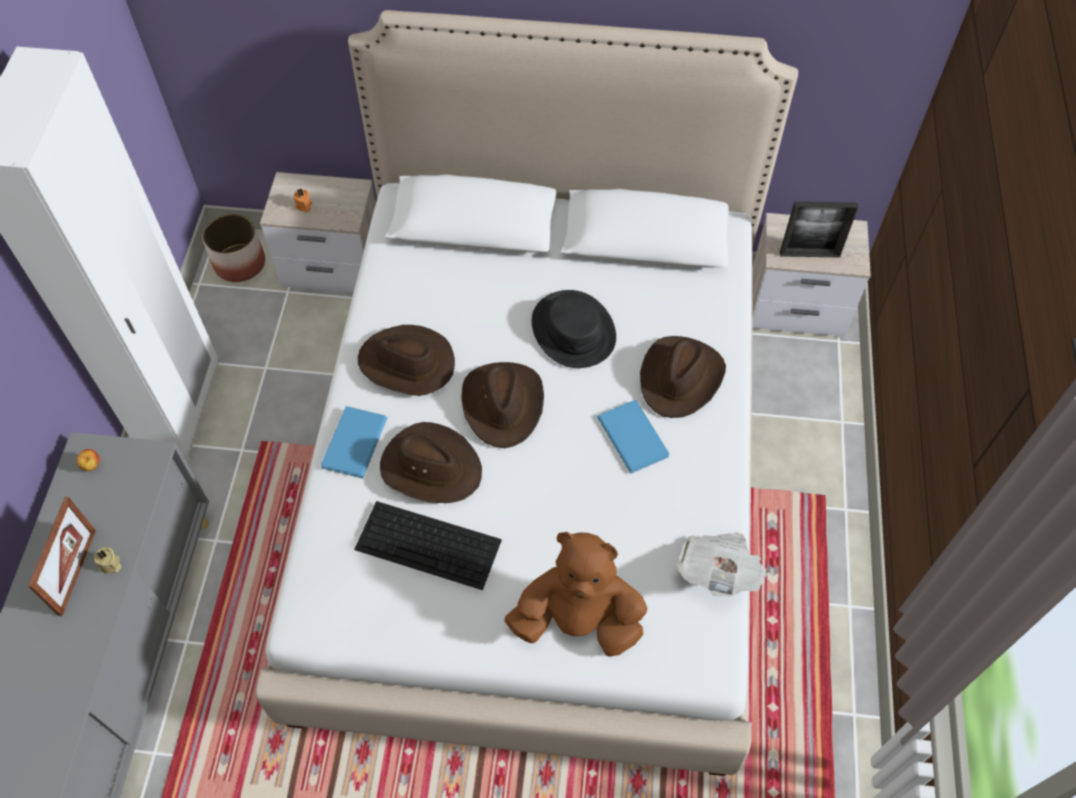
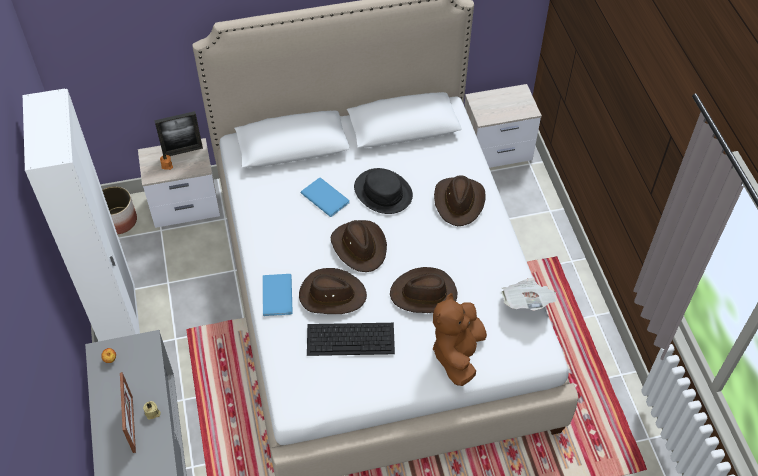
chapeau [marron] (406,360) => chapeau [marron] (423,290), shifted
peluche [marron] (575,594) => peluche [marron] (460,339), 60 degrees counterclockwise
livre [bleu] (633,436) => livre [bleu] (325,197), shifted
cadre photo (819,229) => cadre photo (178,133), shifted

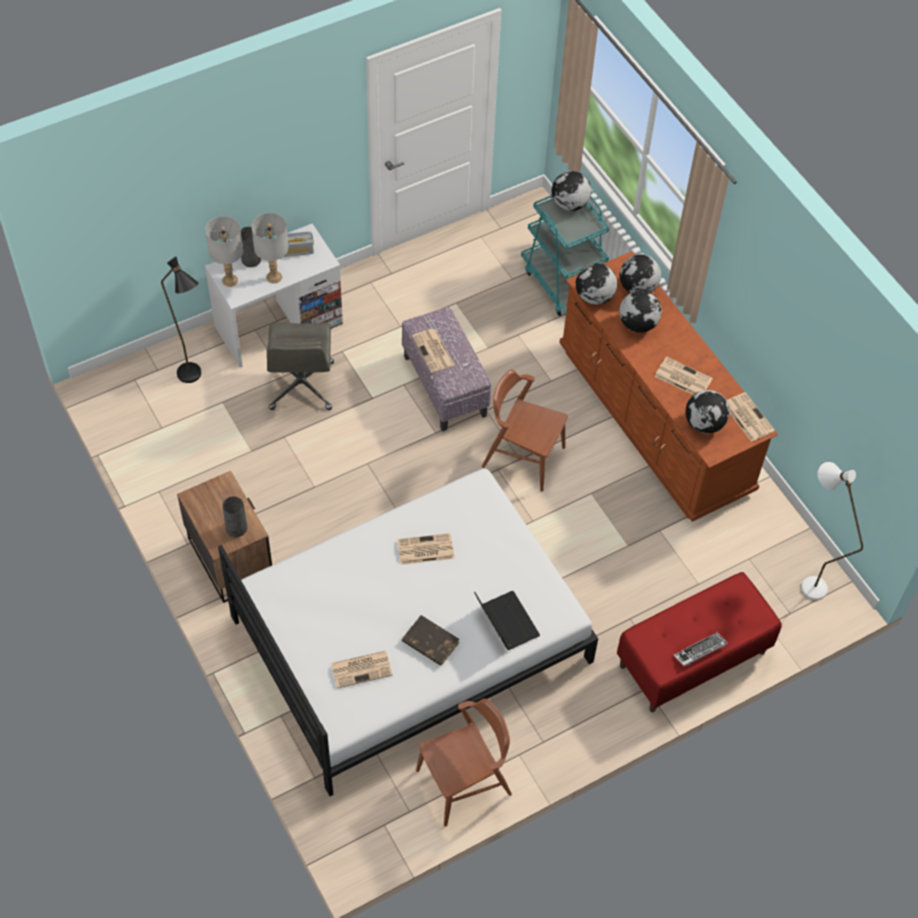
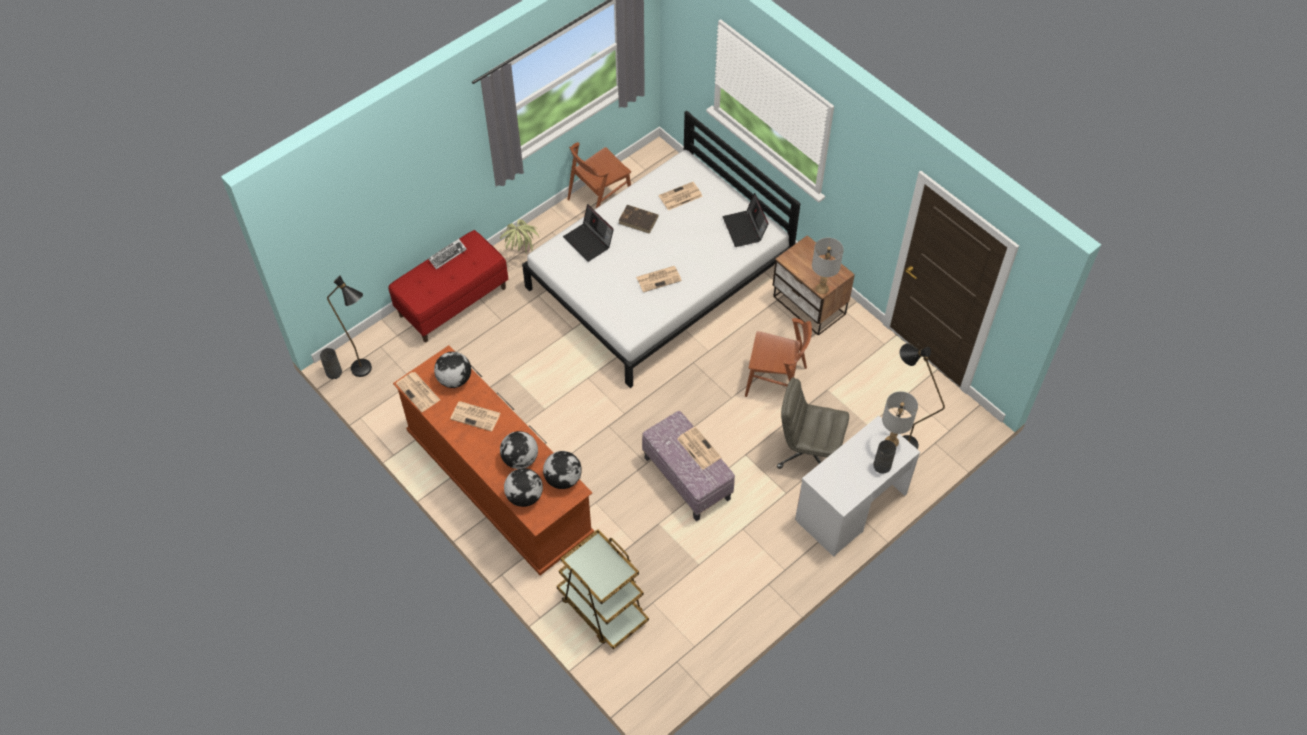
vase [gris] (234,516) => vase [gris] (331,363), shifted
lampe de table [gris] (269,248) => lampe de table [gris] (828,266), shifted
chaise de bureau [gris] (300,366) => chaise de bureau [gris] (813,423), 60 degrees counterclockwise
radio (299,244) => nothing
chaise [marron] (525,430) => chaise [marron] (778,357), shifted
chariot [turquoise] (565,255) => chariot [marron] (603,589)
globe (571,191) => nothing
lampadaire [blanc] (832,531) => lampadaire [noir] (349,326)
nothing => plante en pot (519,235)
nothing => ordinateur portable (745,220)

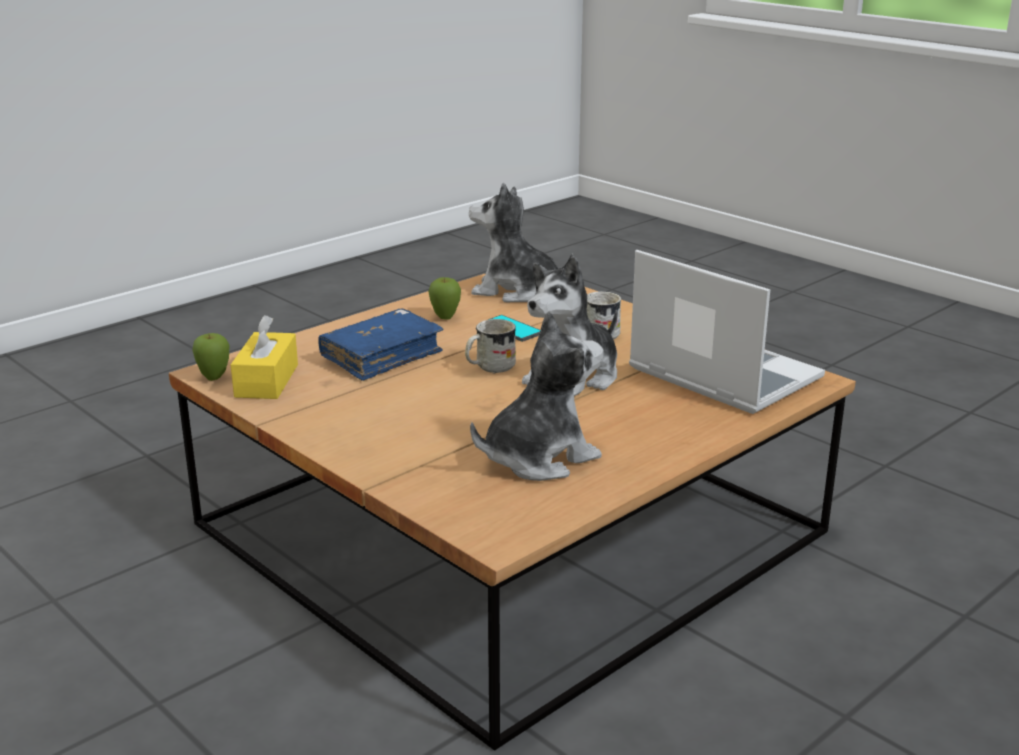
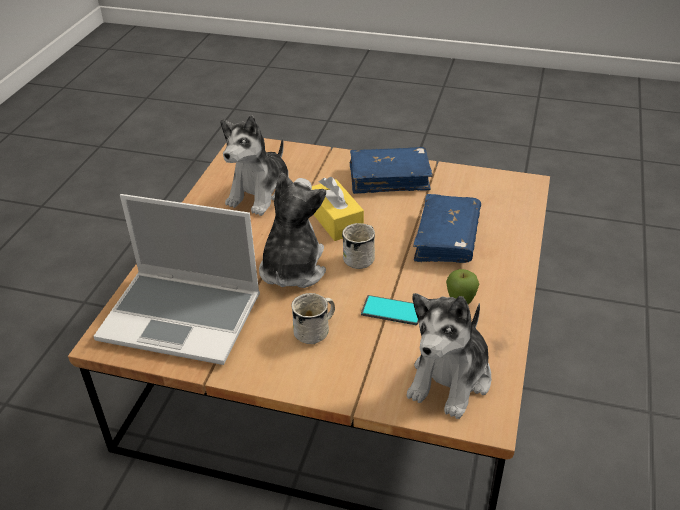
pomme (210,357) => nothing
boîte à mouchoirs [jaune] (264,357) => boîte à mouchoirs [jaune] (338,209), shifted
peluche (521,243) => peluche (449,356), 135 degrees clockwise
nothing => livre [bleu] (391,170)

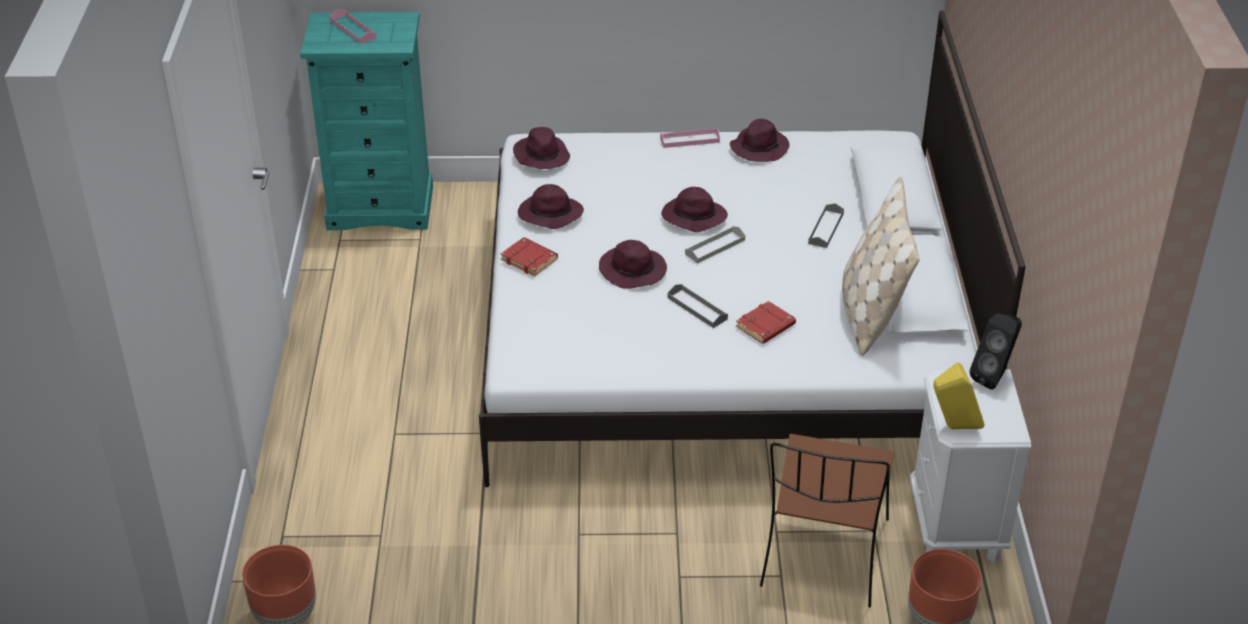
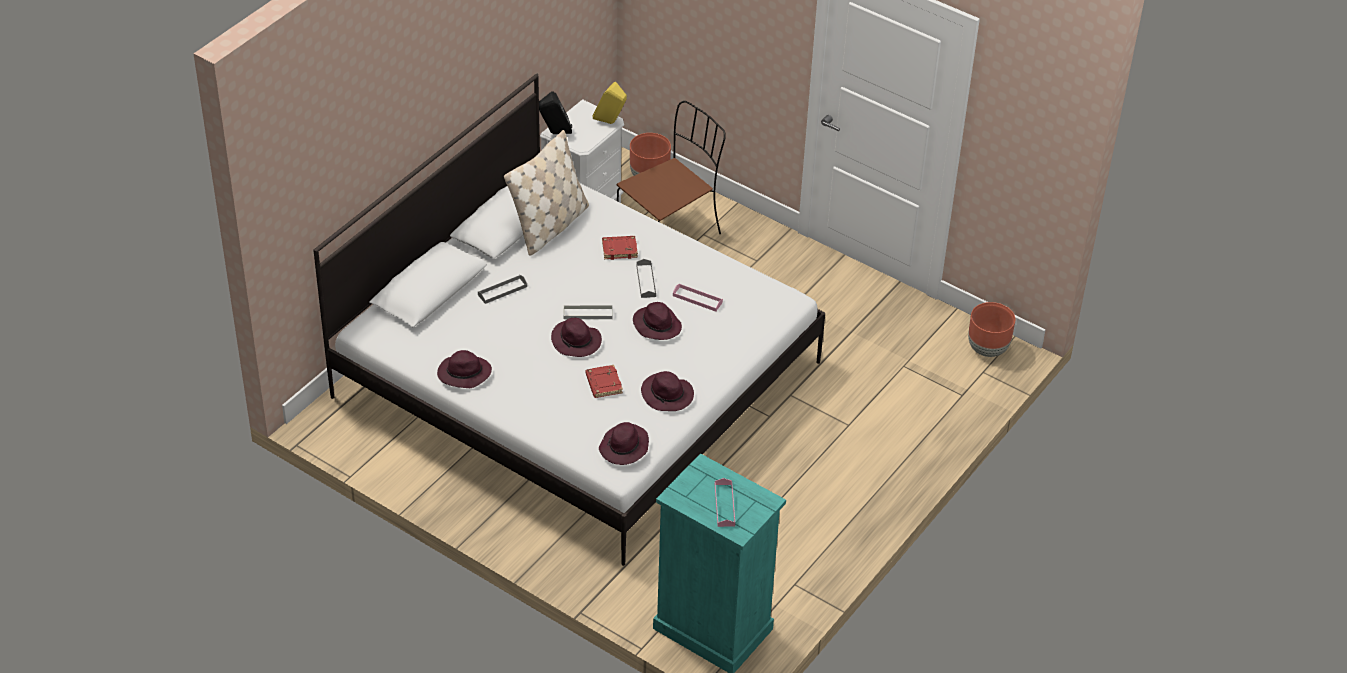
livre [rouge] (529,256) => livre [rouge] (604,381), shifted
plateau [rose] (690,138) => plateau [rose] (698,297), shifted

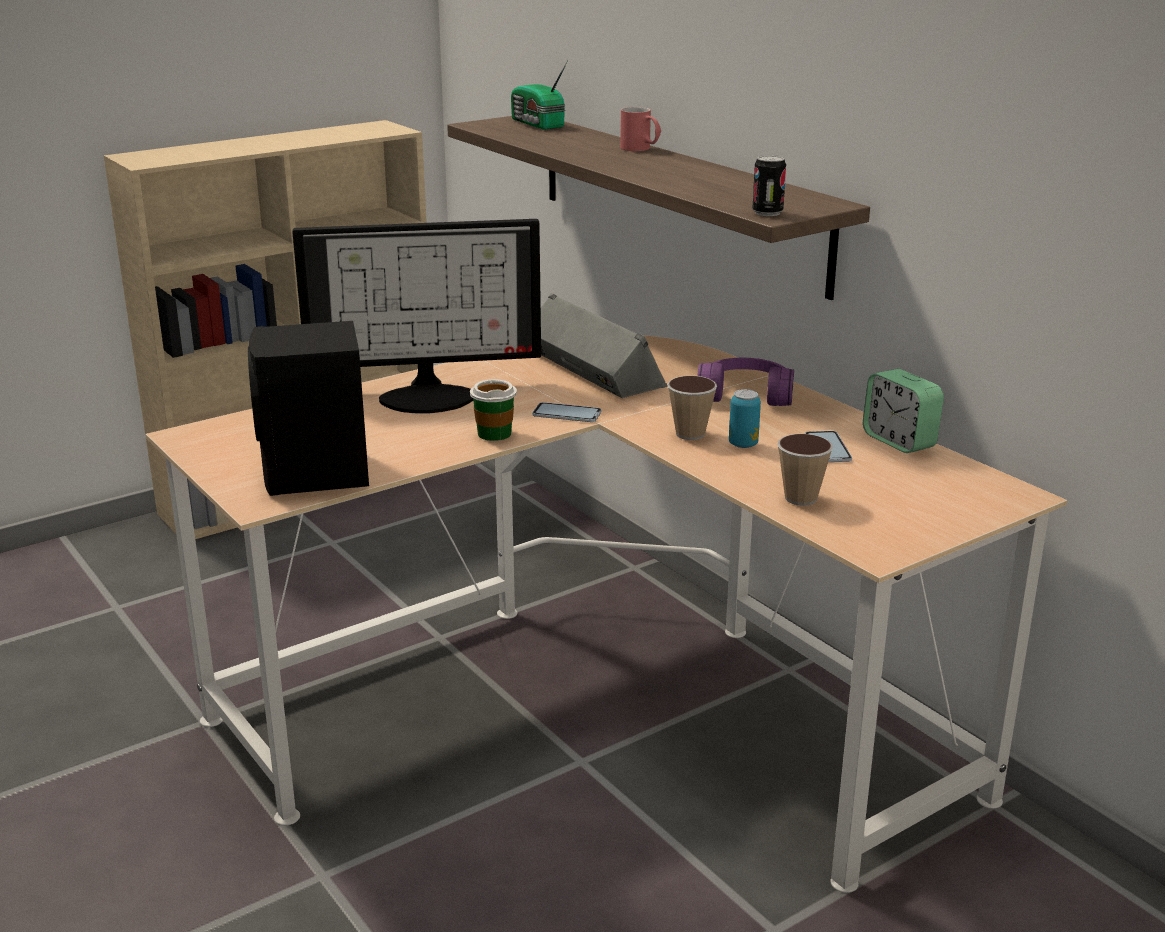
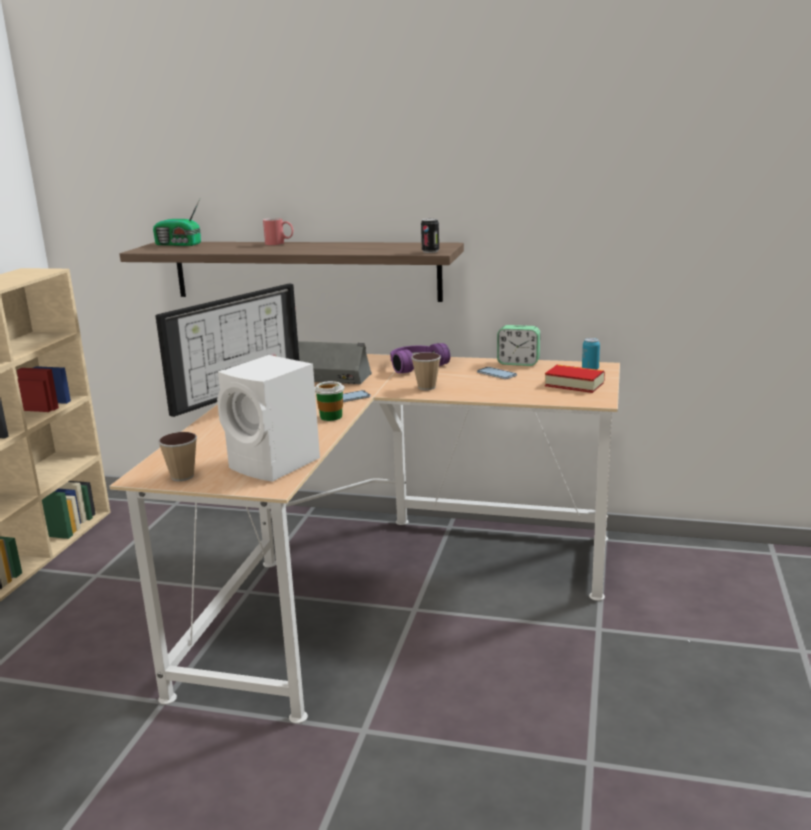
enceinte [noir] (308,408) => enceinte [blanc] (268,418)
boîte métallique (745,418) => boîte métallique (591,354), shifted
tasse (805,470) => tasse (177,456), shifted
nothing => livre (575,379)

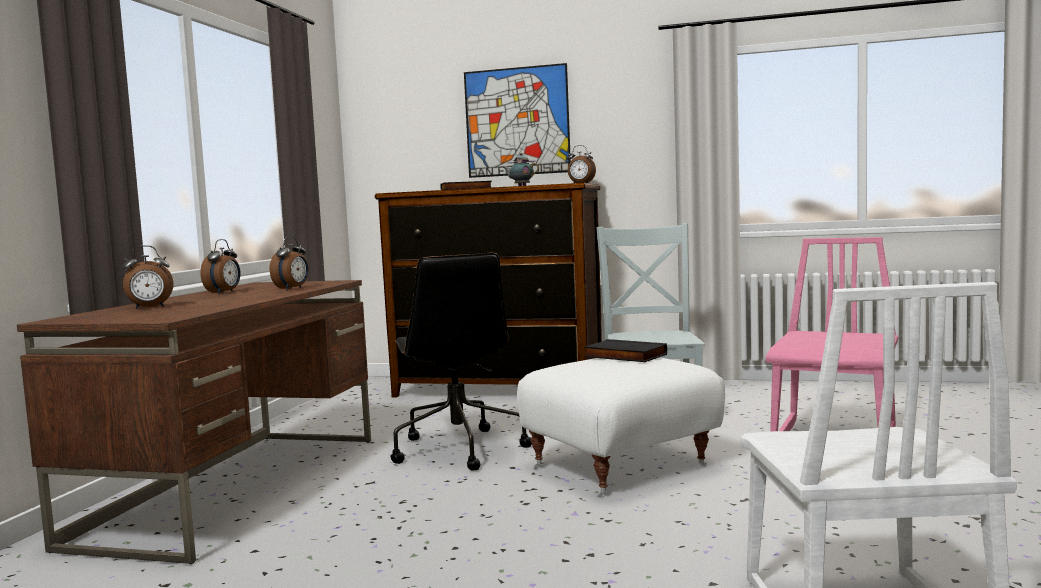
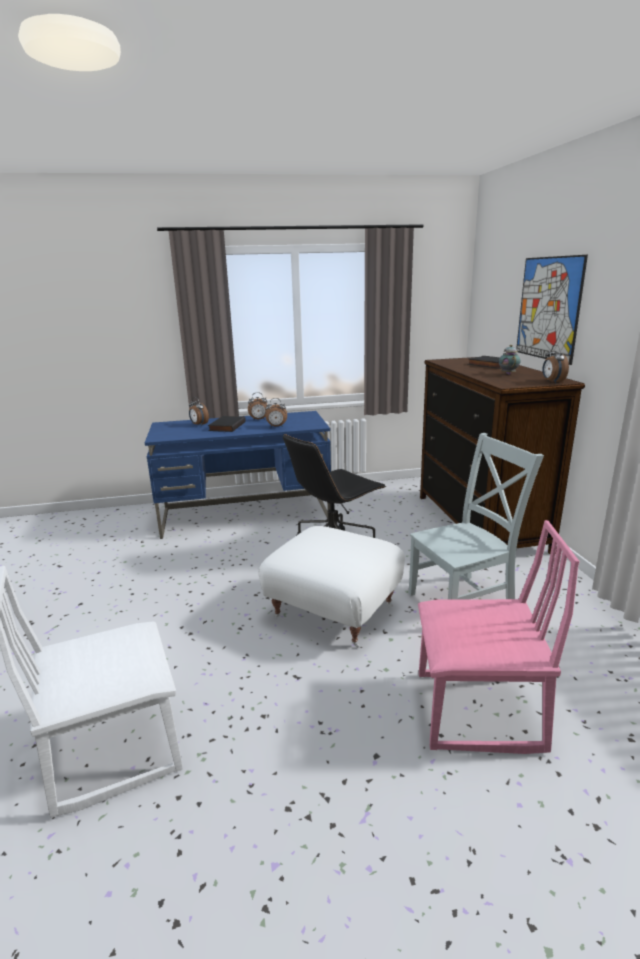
bureau [marron] (194,422) => bureau [bleu] (238,475)
livre [noir] (625,350) => livre [noir] (227,424), shifted

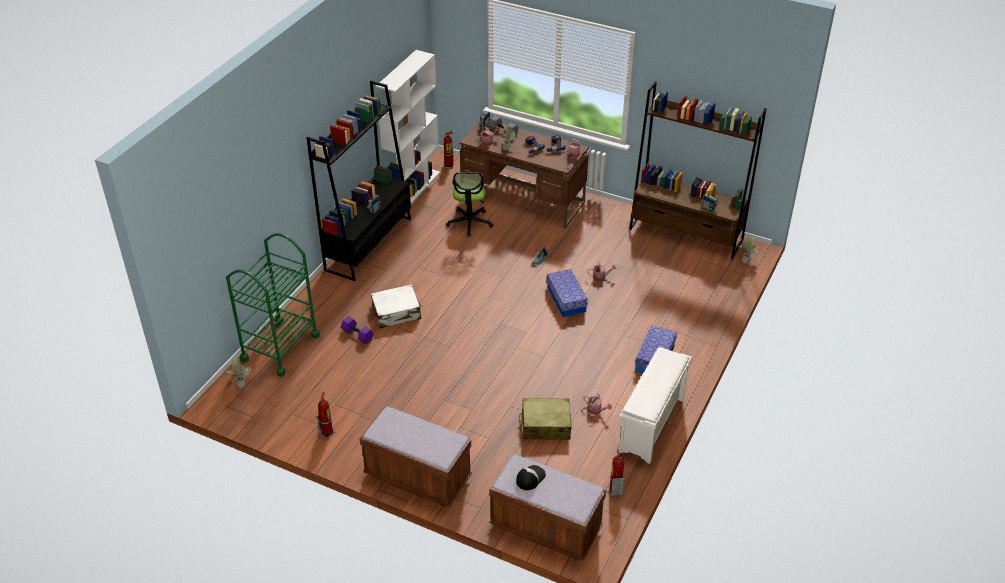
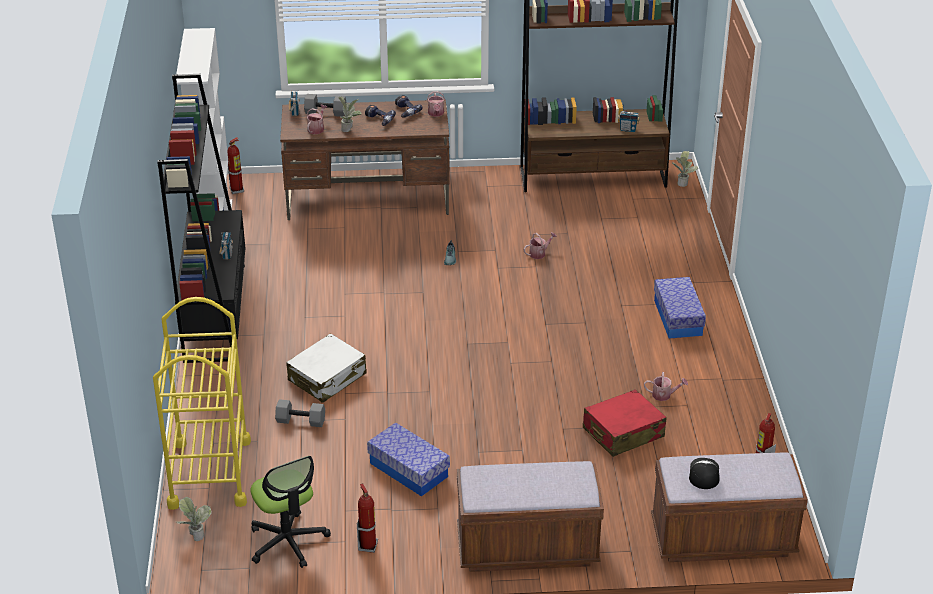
chariot [vert] (273,305) => chariot [jaune] (202,403)
haltère [violet] (357,330) => haltère [gris] (300,413)
chaise de bureau (469,204) => chaise de bureau (290,512), shifted
valise [beige] (545,419) => valise [rouge] (625,423)
boîte de rangement (567,293) => boîte de rangement (408,459), shifted
étagère à chaussures [blanc] (655,405) => nothing

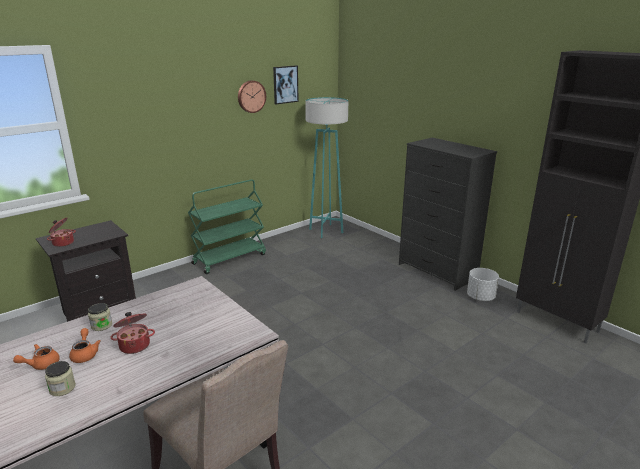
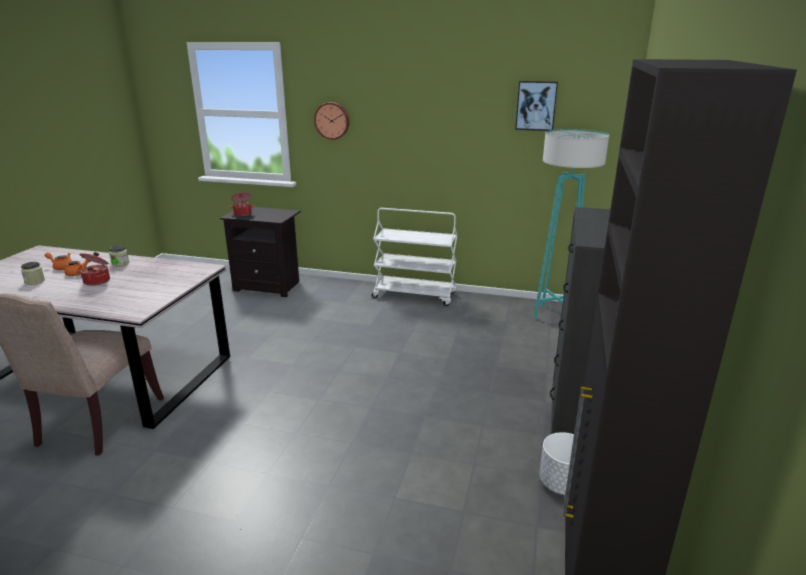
chariot [vert] (227,226) => chariot [blanc] (414,257)
horloge murale (252,96) => horloge murale (331,121), shifted

